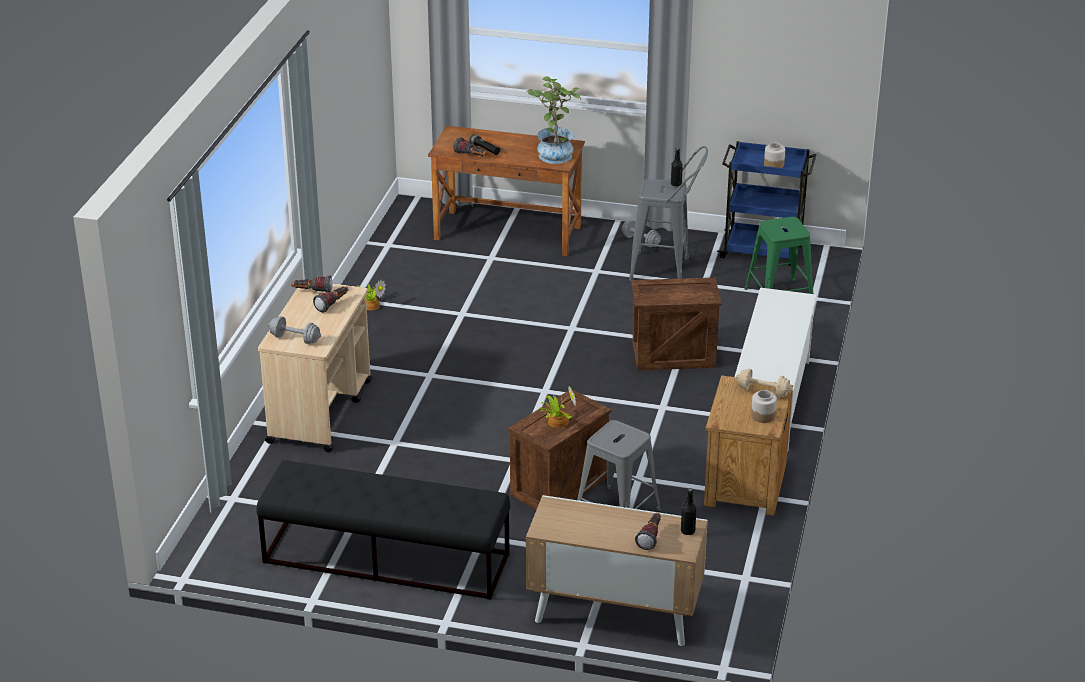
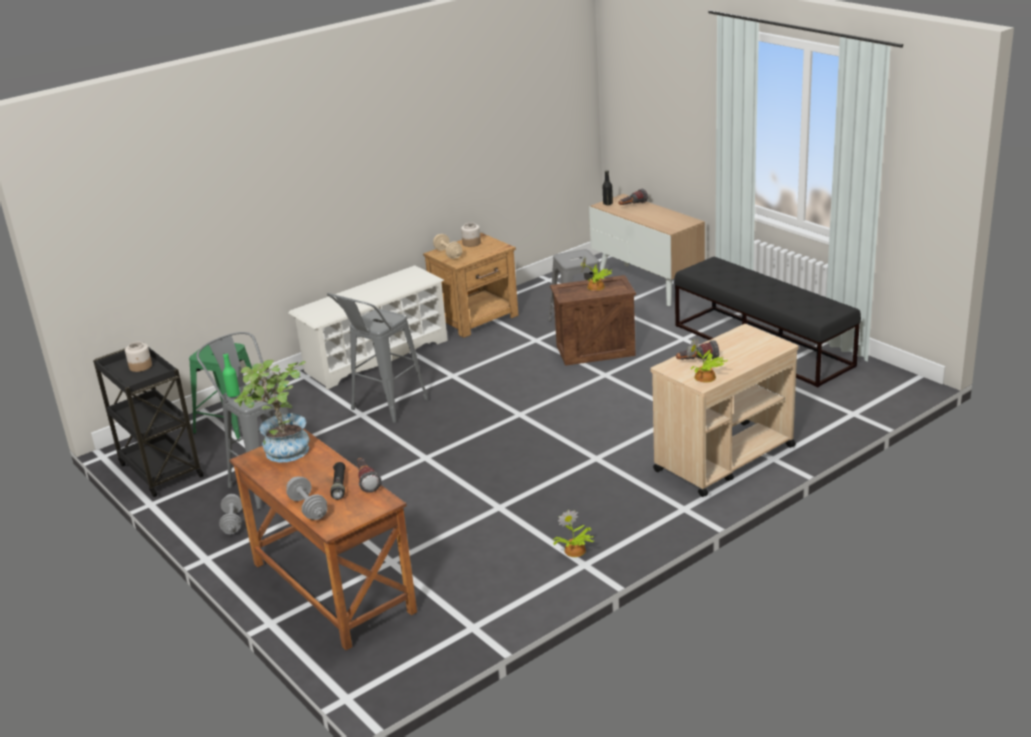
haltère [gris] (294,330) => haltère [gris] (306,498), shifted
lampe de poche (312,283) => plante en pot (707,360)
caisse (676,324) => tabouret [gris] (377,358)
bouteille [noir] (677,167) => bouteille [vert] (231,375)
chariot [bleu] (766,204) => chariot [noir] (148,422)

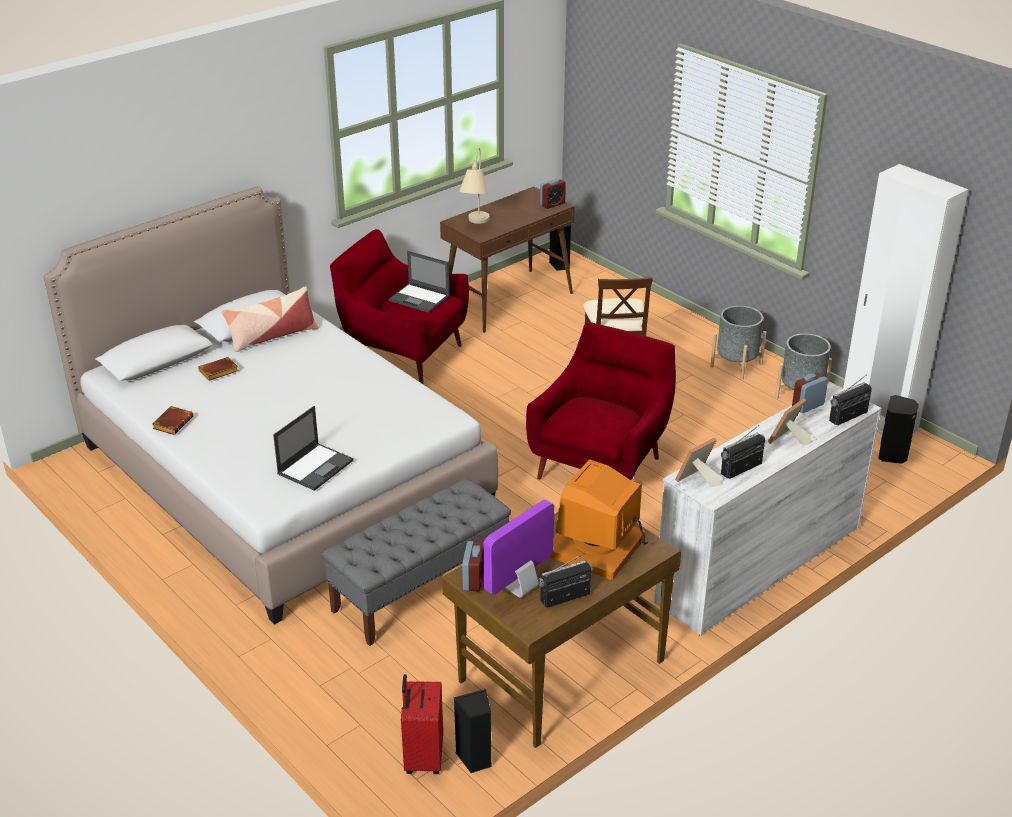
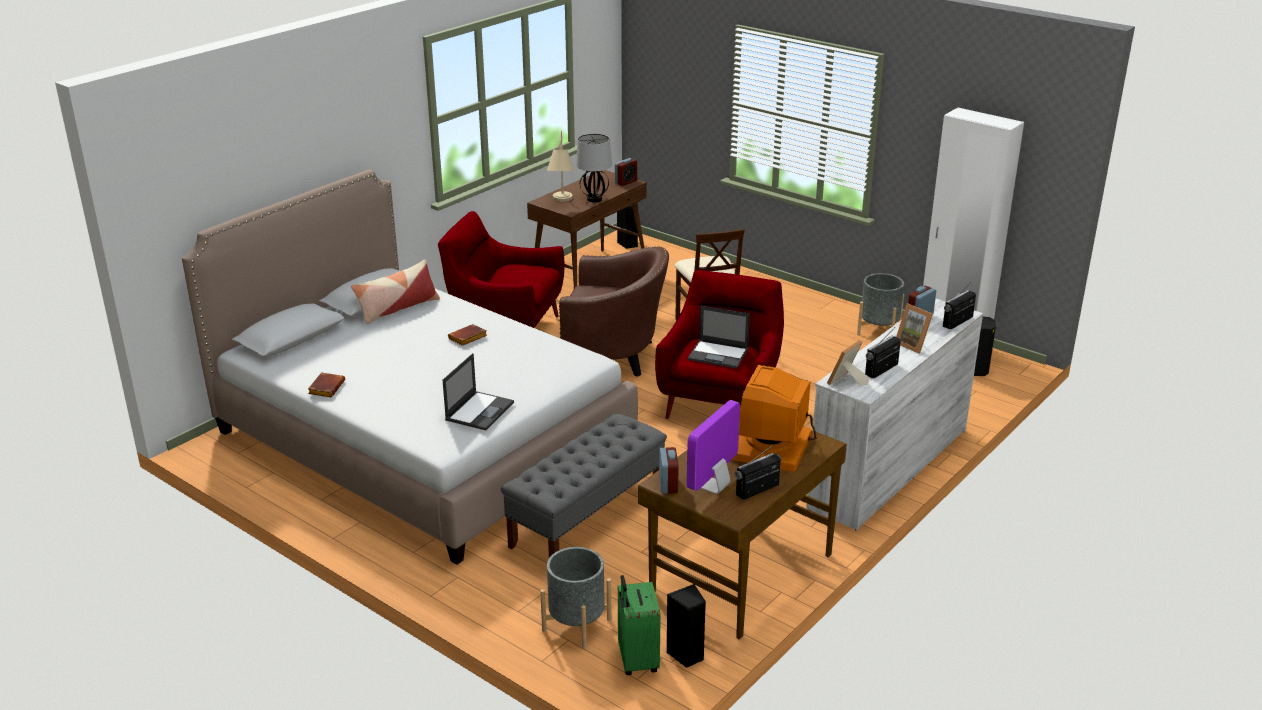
livre [marron] (218,369) => livre [marron] (467,335), shifted
ordinateur portable (419,282) => ordinateur portable (718,337), shifted
valise [rouge] (422,724) => valise [vert] (639,625)
cache-pot [gris] (738,343) => cache-pot [gris] (576,598), shifted
cadre photo (789,422) => cadre photo (914,329), 75 degrees counterclockwise
nothing => fauteuil [marron] (614,311)
nothing => lampe de table (594,168)

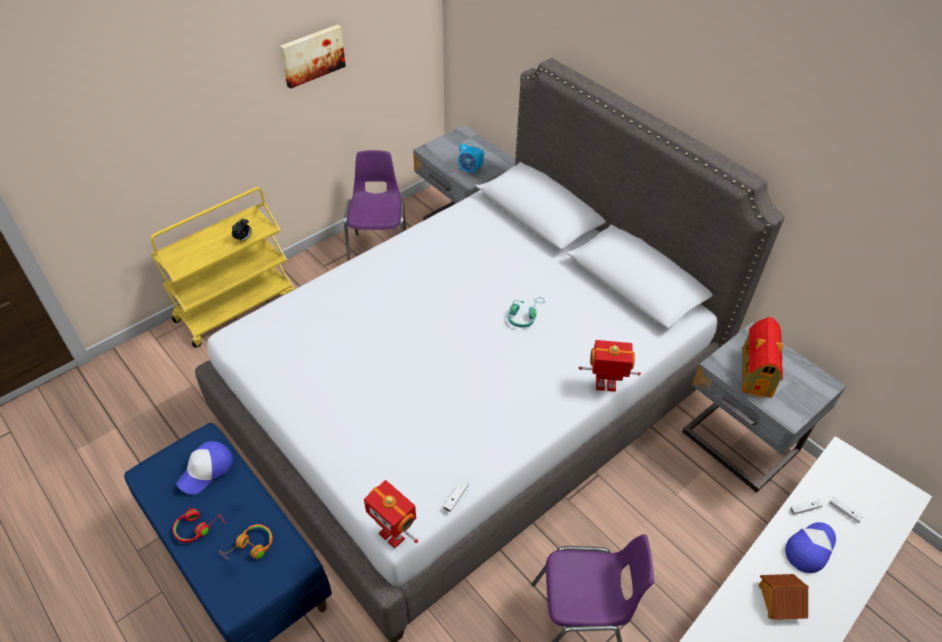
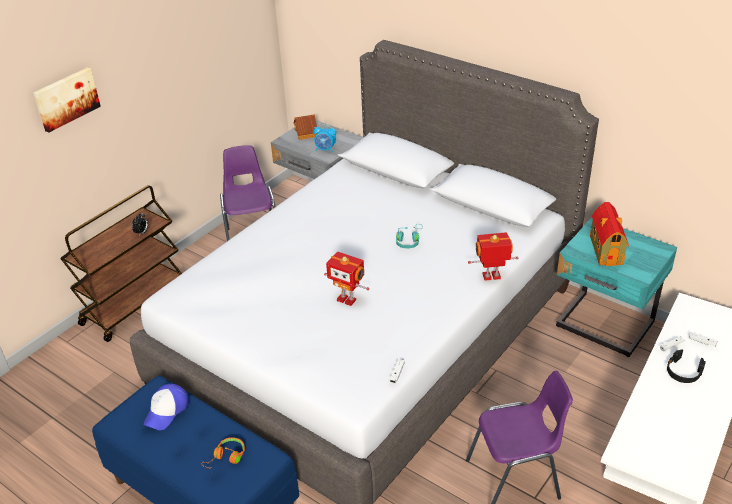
chariot [jaune] (223,267) => chariot [marron] (121,263)
casque audio [rouge] (199,525) => nothing
tableau (313,56) => tableau (67,100), shifted
robot jouet (391,514) => robot jouet (346,279), shifted
table de chevet [gris] (764,407) => table de chevet [turquoise] (616,287)
maison miniature (784,597) => maison miniature (305,127), shifted
casquette (810,547) => casque audio [noir] (686,366)

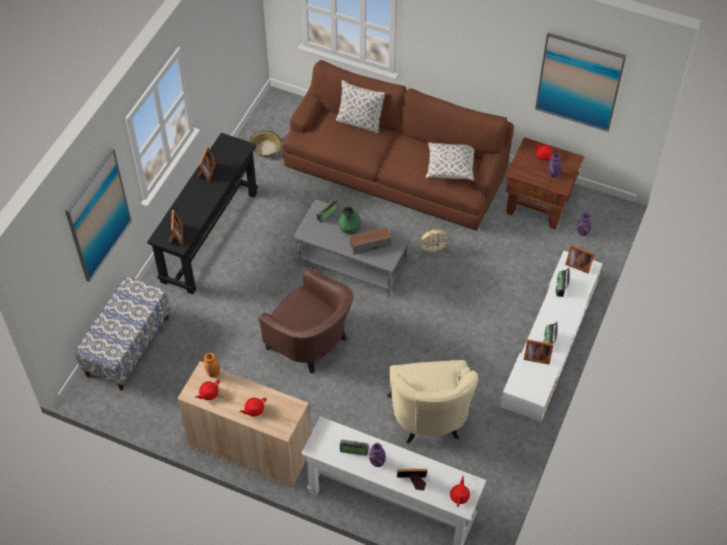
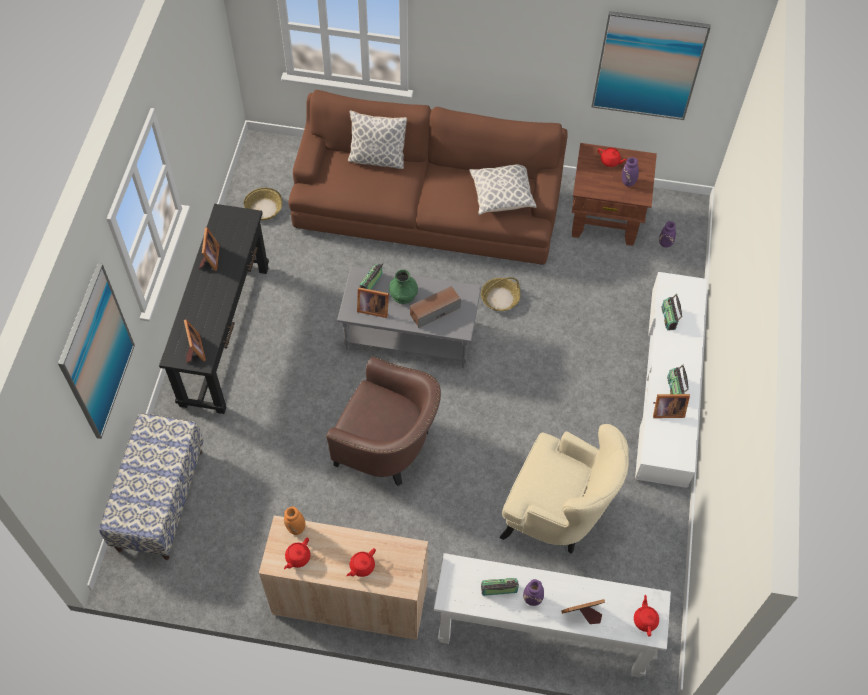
fauteuil [beige] (432,401) => fauteuil [beige] (564,489), 45 degrees counterclockwise
ventilateur [beige] (435,241) => panier (501,294)
cadre photo (579,259) => cadre photo (373,302), shifted

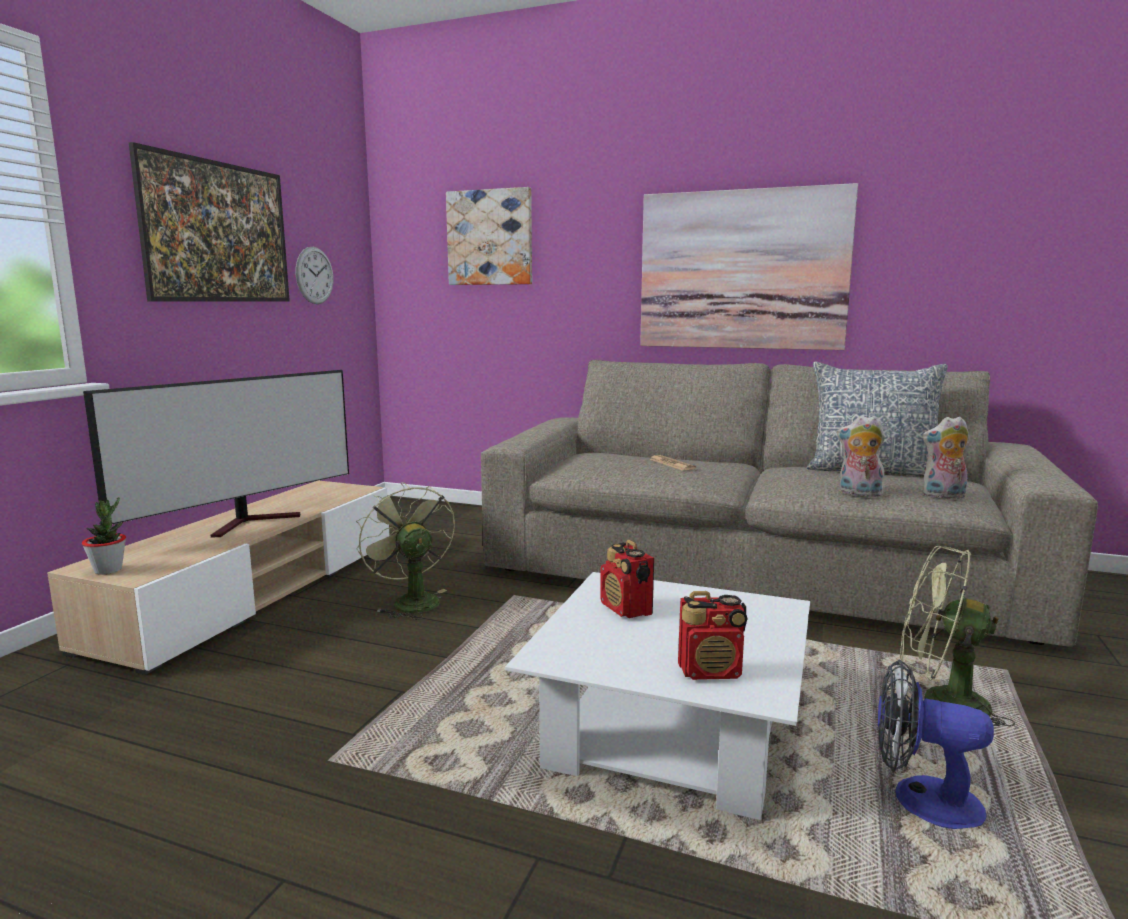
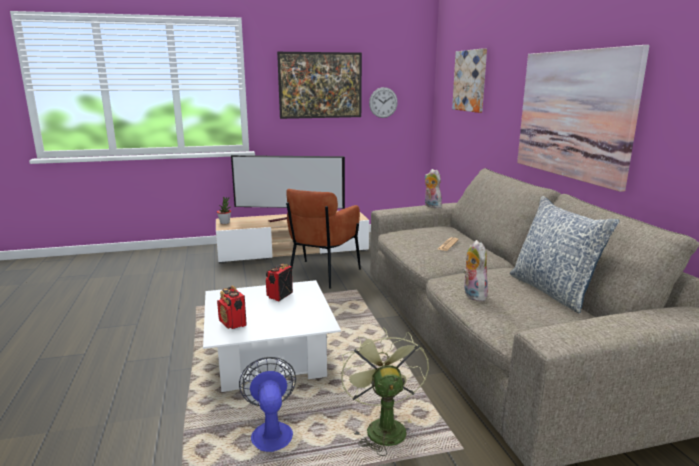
ventilateur [vert] (405,551) => fauteuil [marron] (323,239)
peluche (945,457) => peluche (433,188), shifted

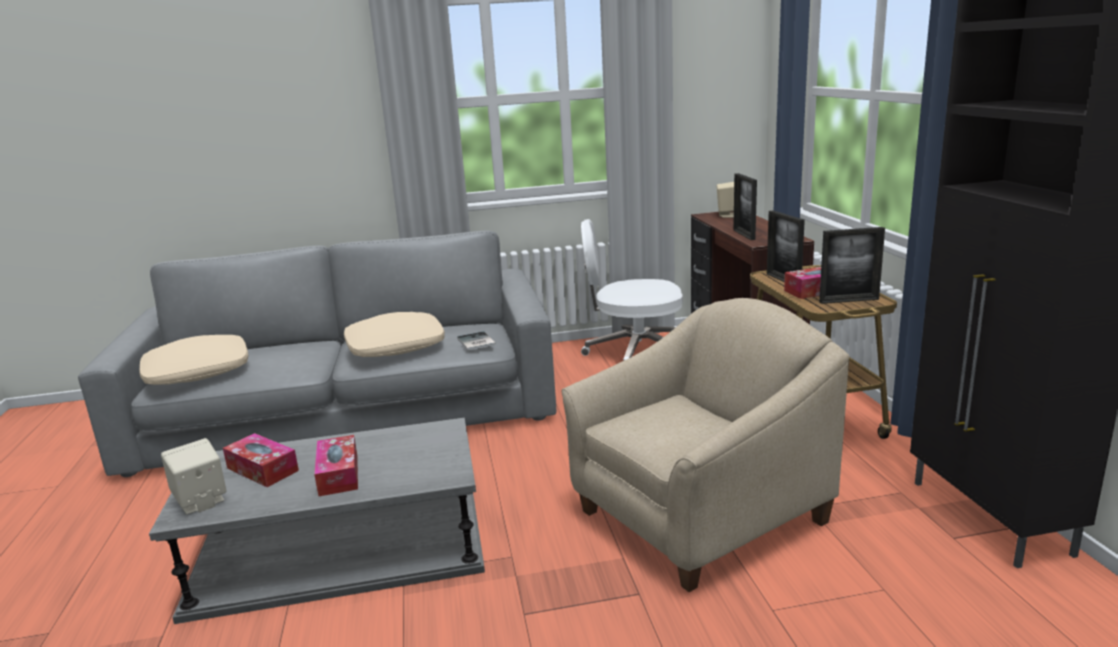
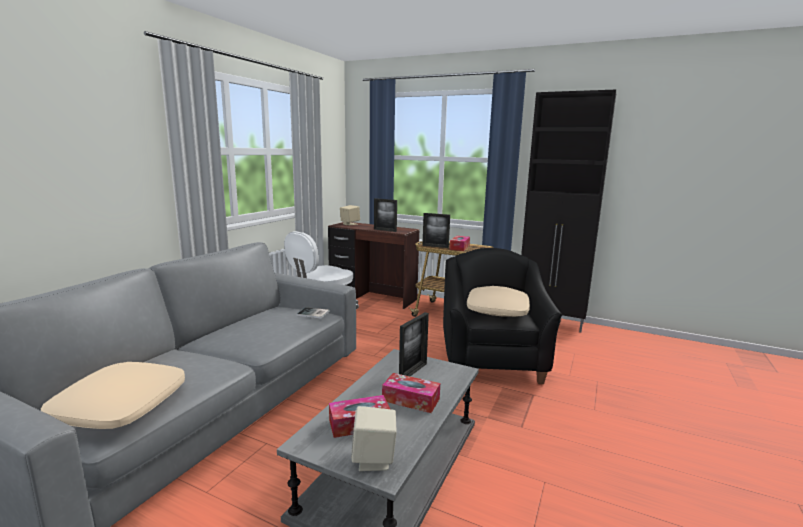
coussin [beige] (394,334) => coussin [beige] (498,301), shifted
fauteuil [beige] (705,445) => fauteuil [noir] (502,316)
cadre photo (852,265) => cadre photo (414,344), shifted

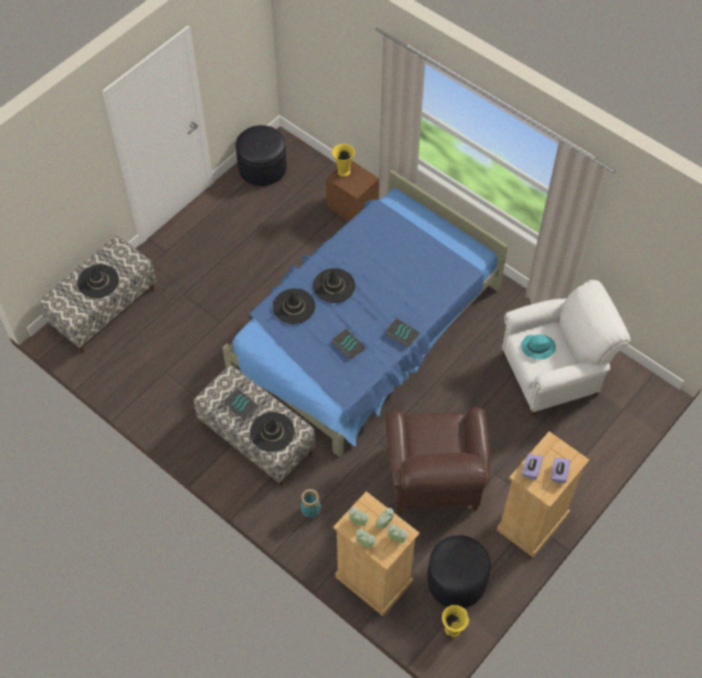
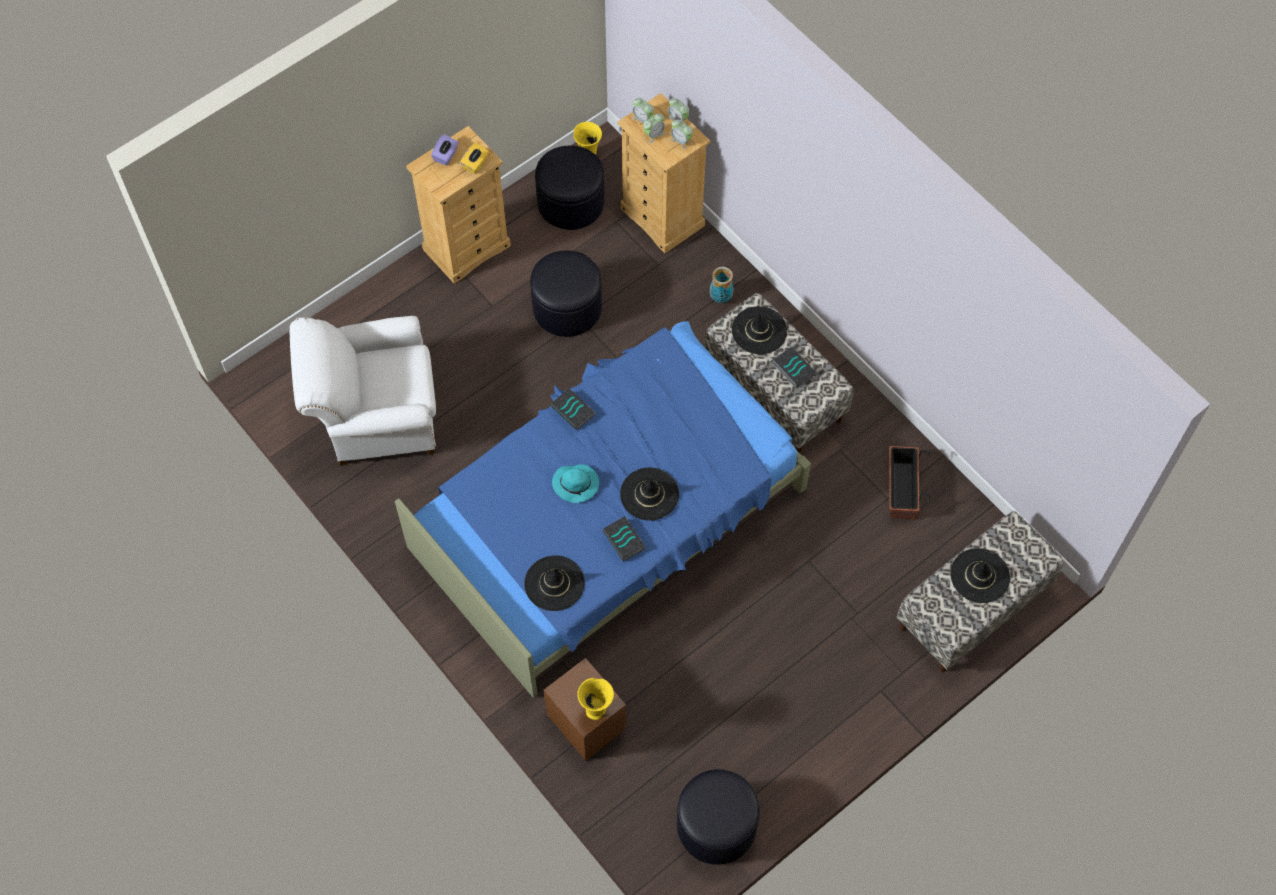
chapeau [noir] (294,306) => chapeau [noir] (554,583), shifted
livre (348,344) => livre (624,539), shifted
fauteuil [marron] (438,460) => pouf [noir] (566,293)
chapeau [turquoise] (538,346) => chapeau [turquoise] (575,483), shifted
boîte à mouchoirs [violet] (532,467) => boîte à mouchoirs [jaune] (474,158)
nothing => cache-pot (910,482)

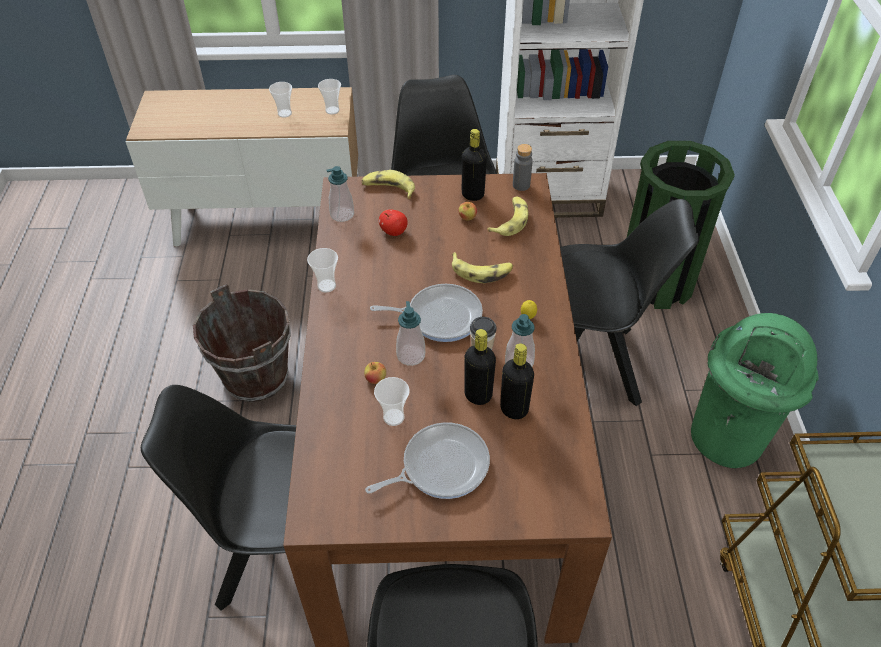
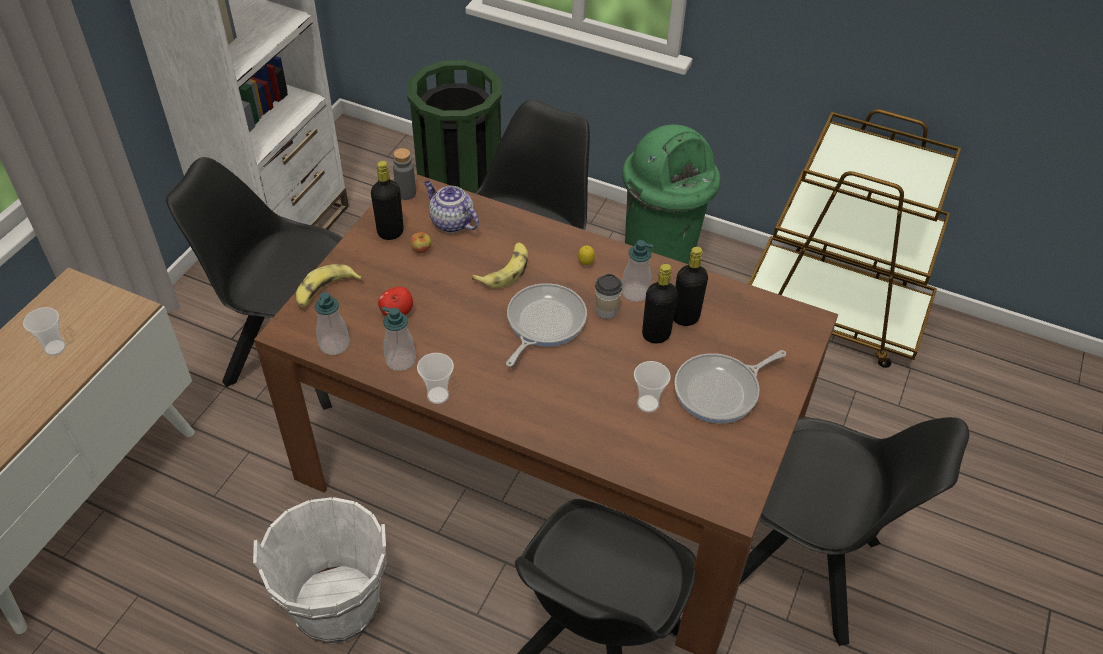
seau [marron] (242,343) => seau [blanc] (319,570)
tasse (329,97) => nothing
pomme (375,373) => nothing
poêle (427,460) => poêle (730,386), 120 degrees counterclockwise
distributeur de savon (410,333) => distributeur de savon (399,339), shifted
banane (507,216) => théière (451,207)

